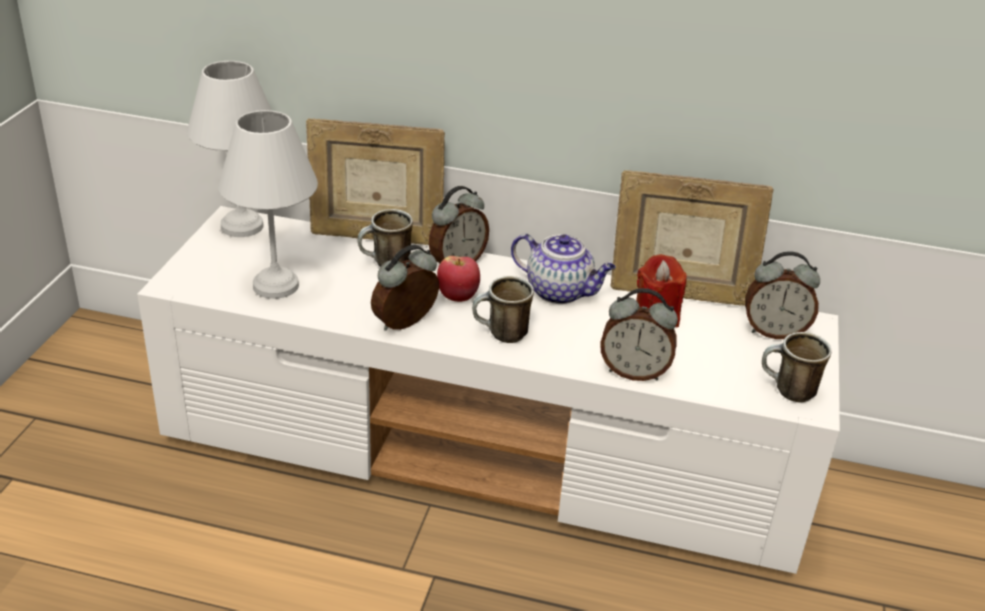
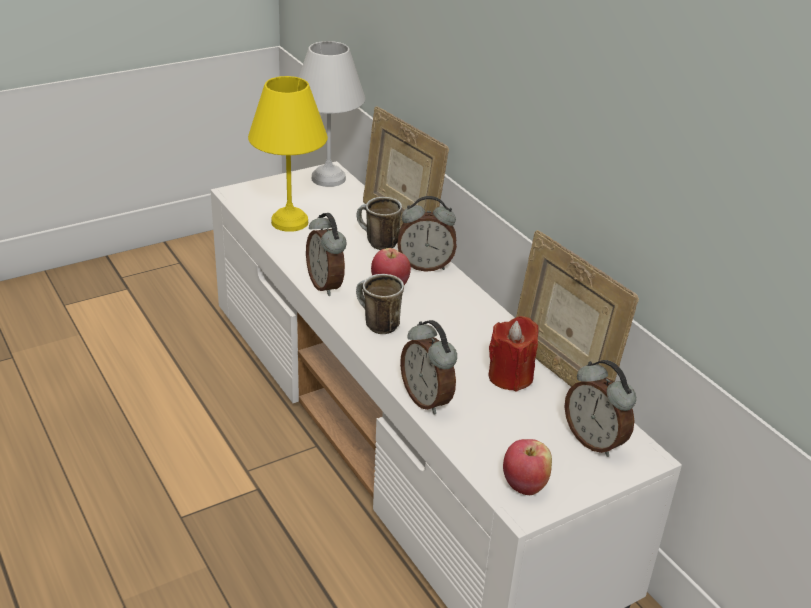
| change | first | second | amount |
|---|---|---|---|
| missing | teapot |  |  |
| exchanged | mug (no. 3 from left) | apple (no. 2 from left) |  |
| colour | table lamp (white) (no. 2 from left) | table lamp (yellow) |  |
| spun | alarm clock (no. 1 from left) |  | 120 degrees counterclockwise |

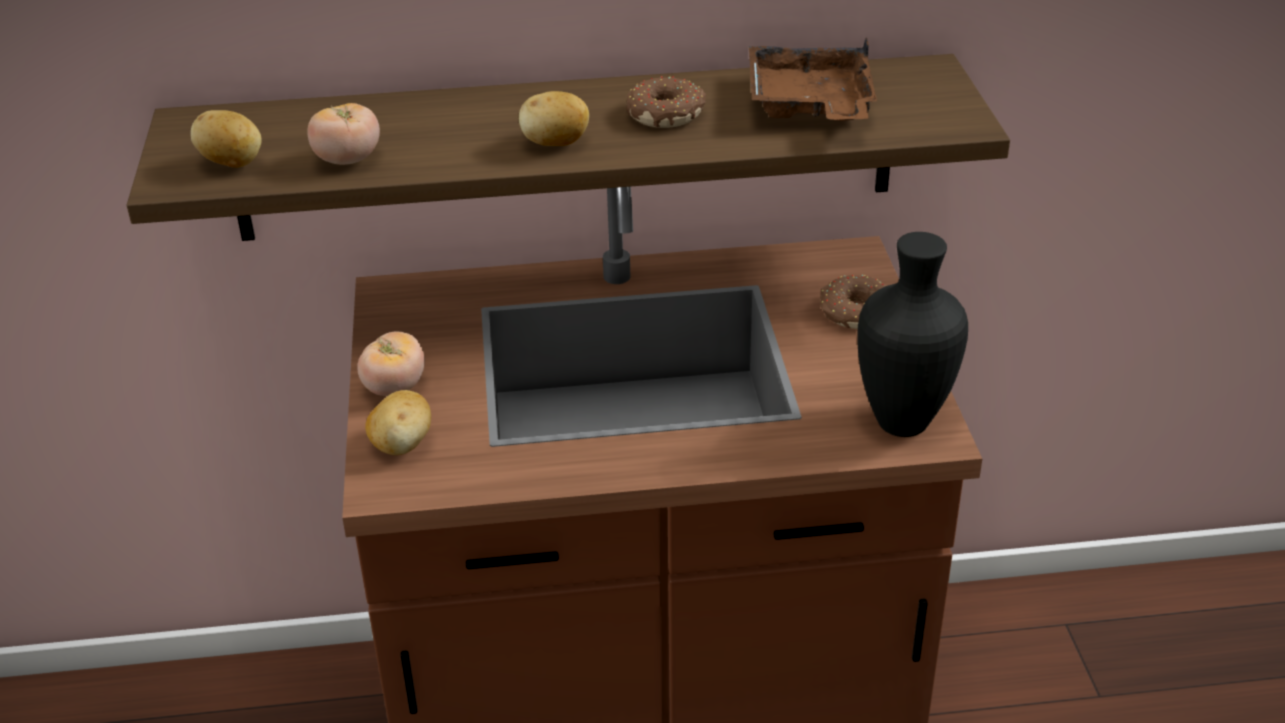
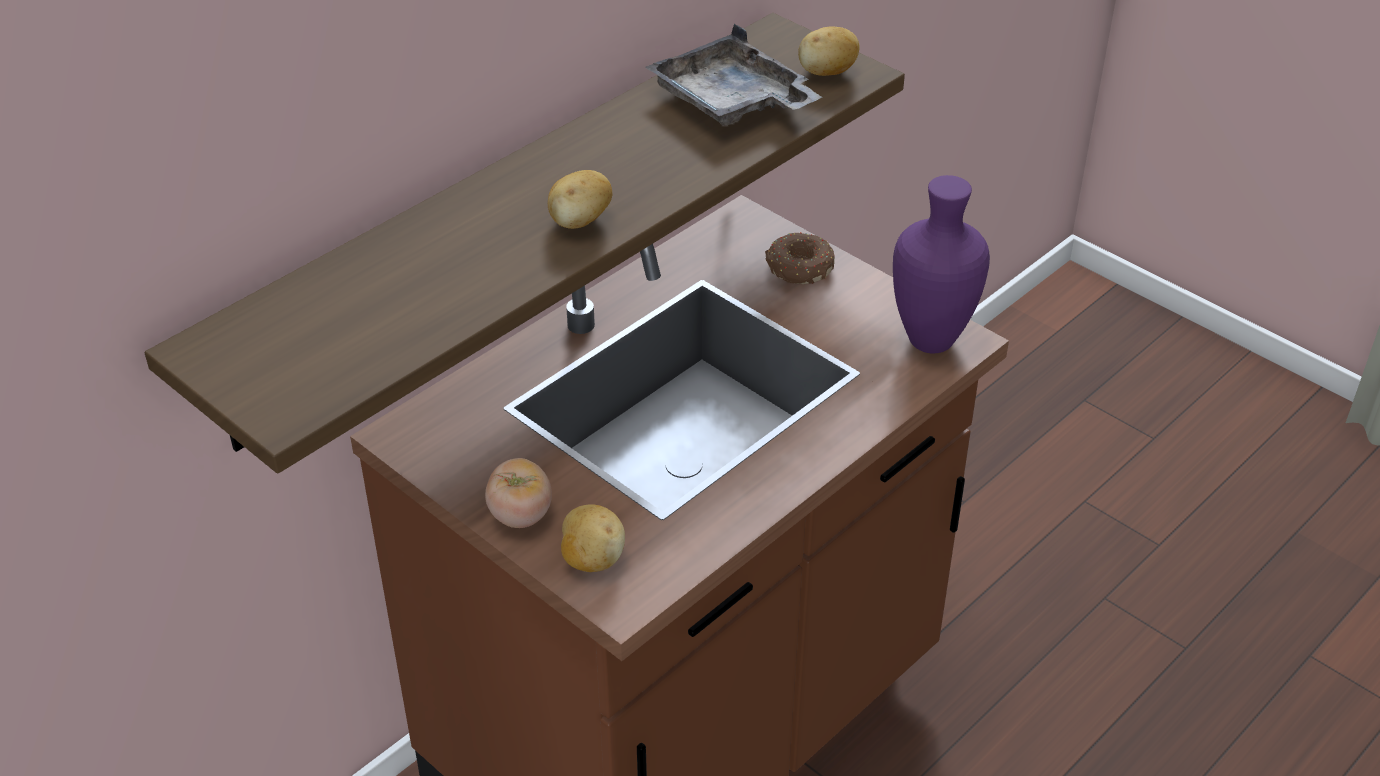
| change | first | second | amount |
|---|---|---|---|
| missing | tomato (no. 1 from left) |  |  |
| missing | donut (no. 1 from left) |  |  |
| relocated | potato (no. 1 from left in the first image) | potato (no. 3 from left) |  |
| colour | tray (brown) | tray (grey) |  |
| colour | vase (black) | vase (purple) |  |

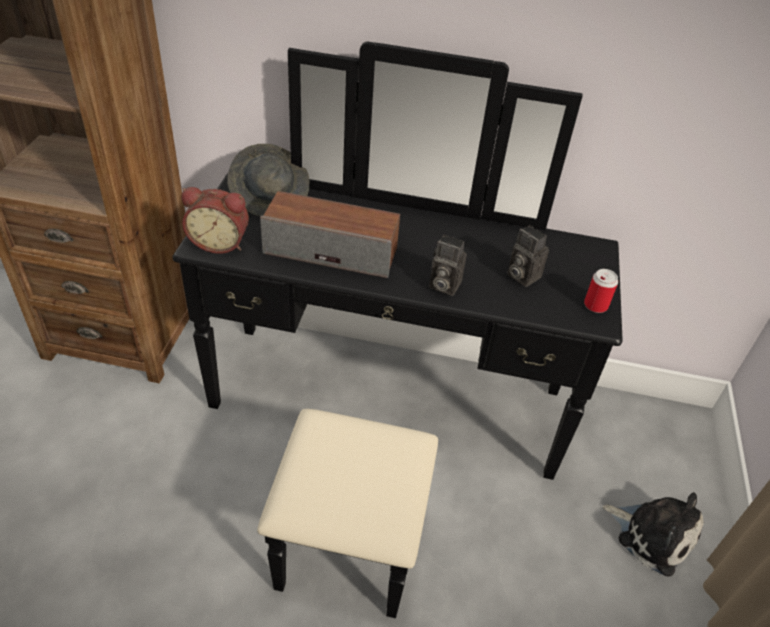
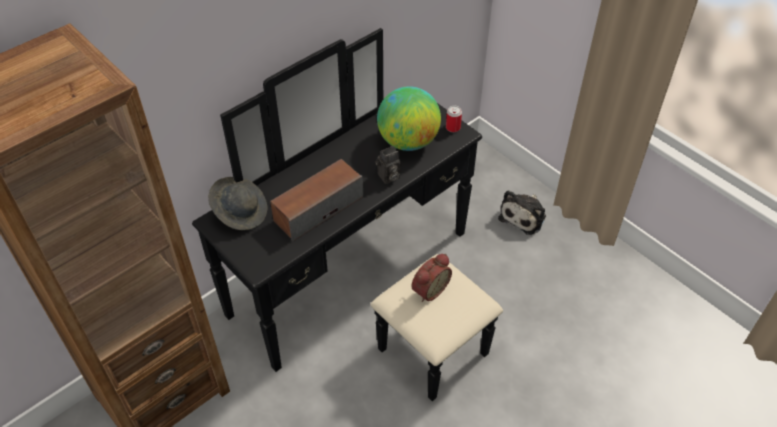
| change | first | second | amount |
|---|---|---|---|
| relocated | alarm clock |  |  |
| exchanged | photo camera (no. 2 from left) | globe |  |
| spun | plush toy |  | 135 degrees clockwise |

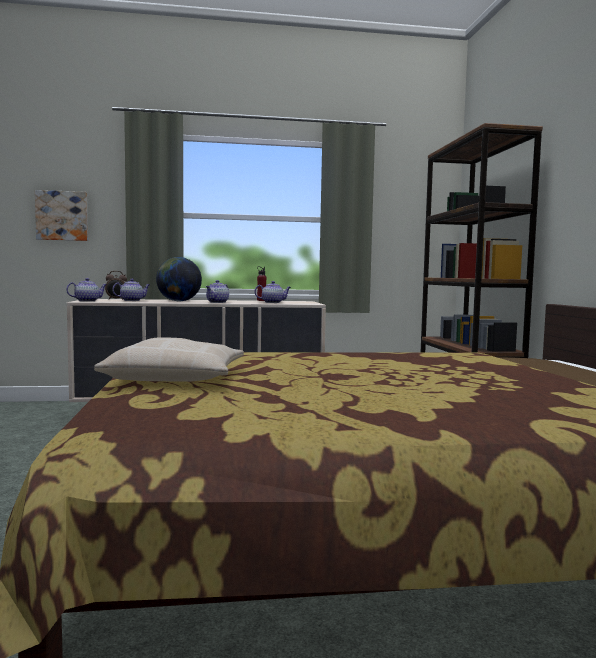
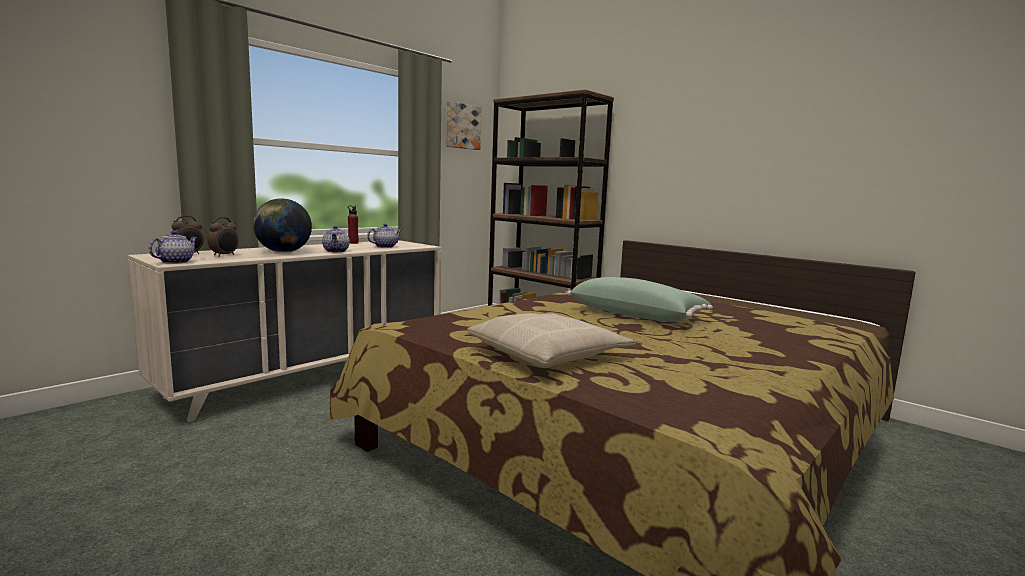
| change | first | second | amount |
|---|---|---|---|
| appeared |  | pillow (green) |  |
| relocated | picture |  |  |
| exchanged | teapot (no. 2 from left) | alarm clock (no. 2 from left) |  |

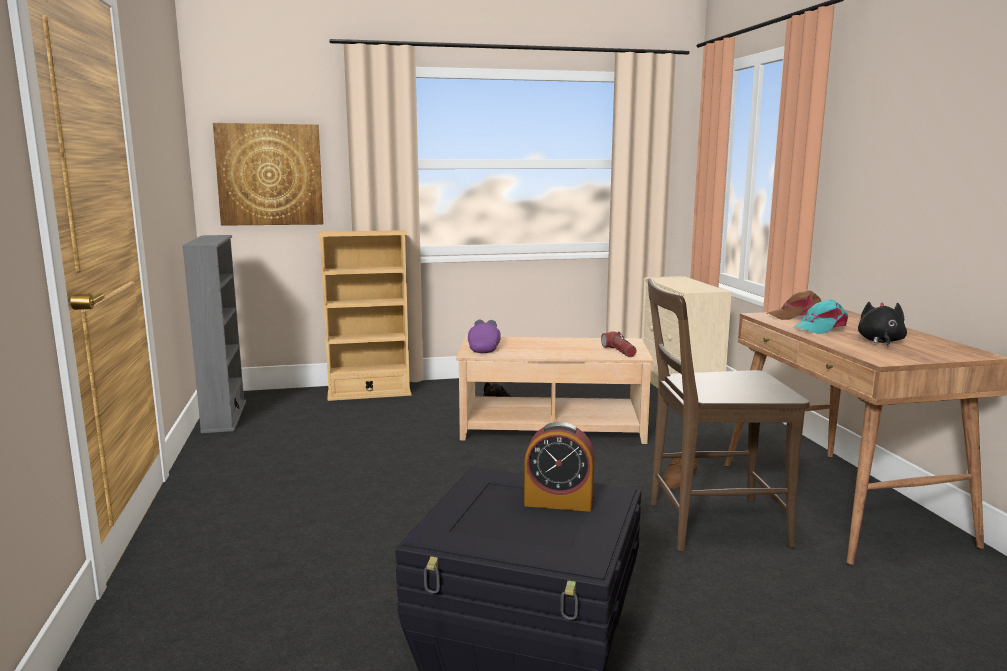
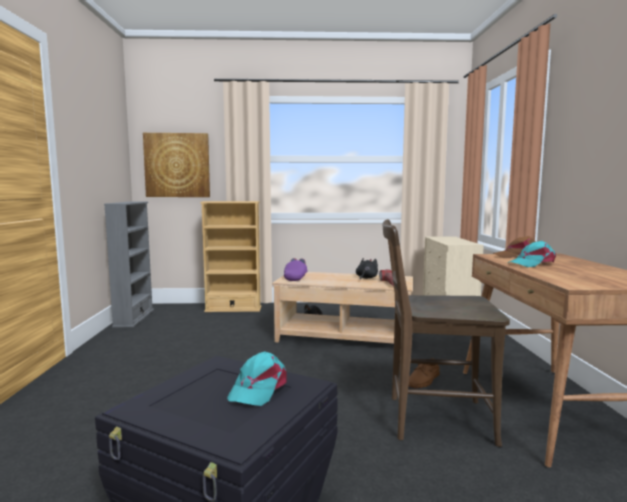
| change | first | second | amount |
|---|---|---|---|
| relocated | plush toy (black) (no. 2 from left) |  |  |
| exchanged | alarm clock | cap (turquoise) (no. 1 from left) |  |

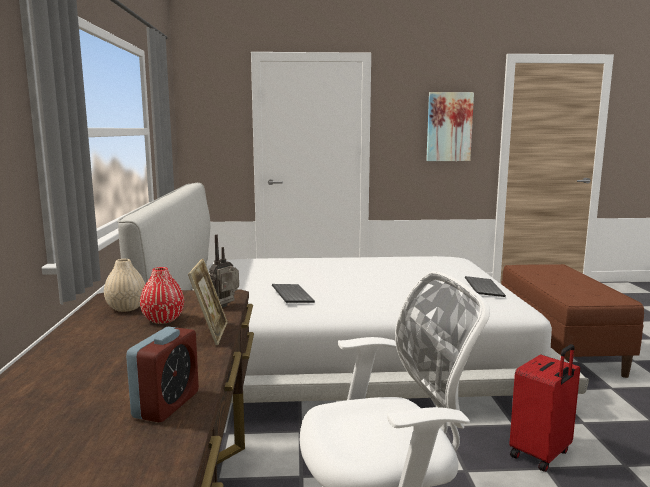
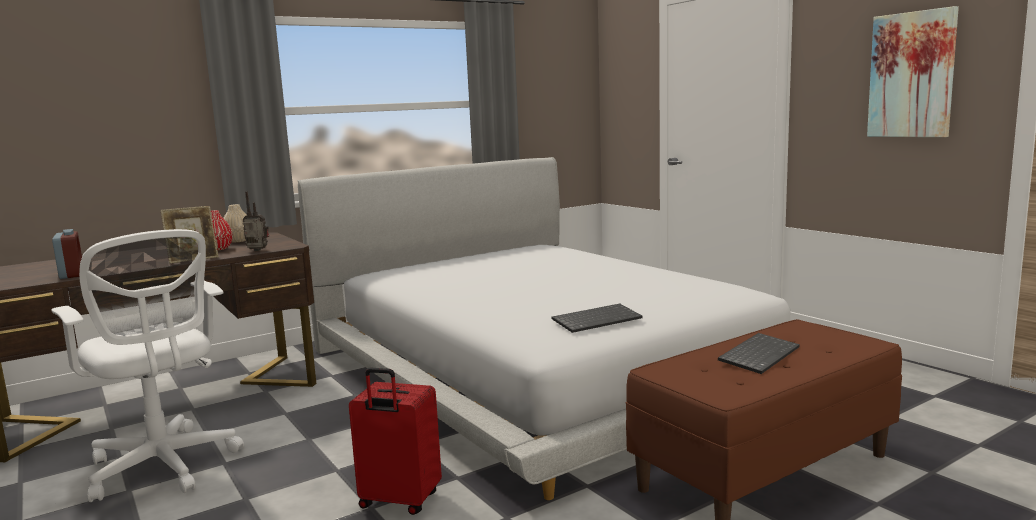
| change | first | second | amount |
|---|---|---|---|
| relocated | keyboard (no. 1 from left in the first image) | keyboard (no. 2 from left) |  |
| spun | alarm clock |  | 105 degrees counterclockwise |

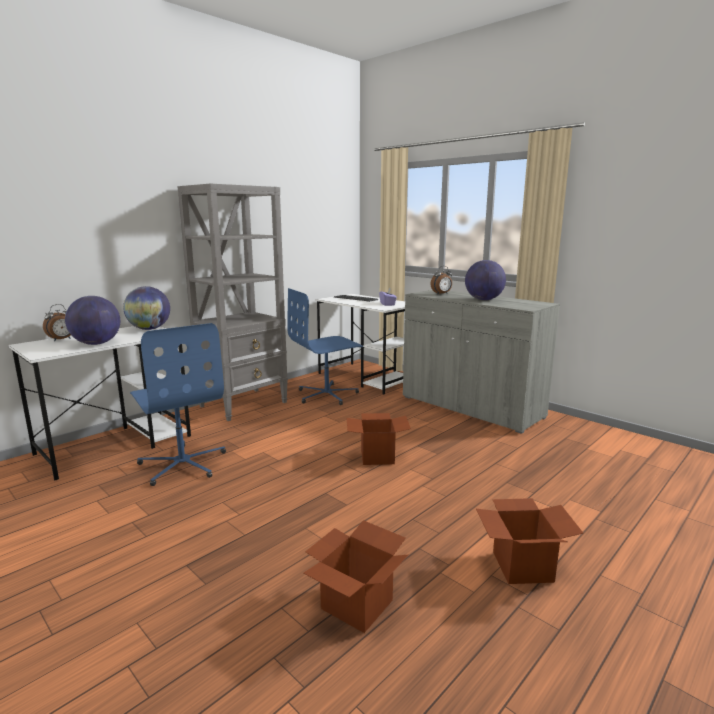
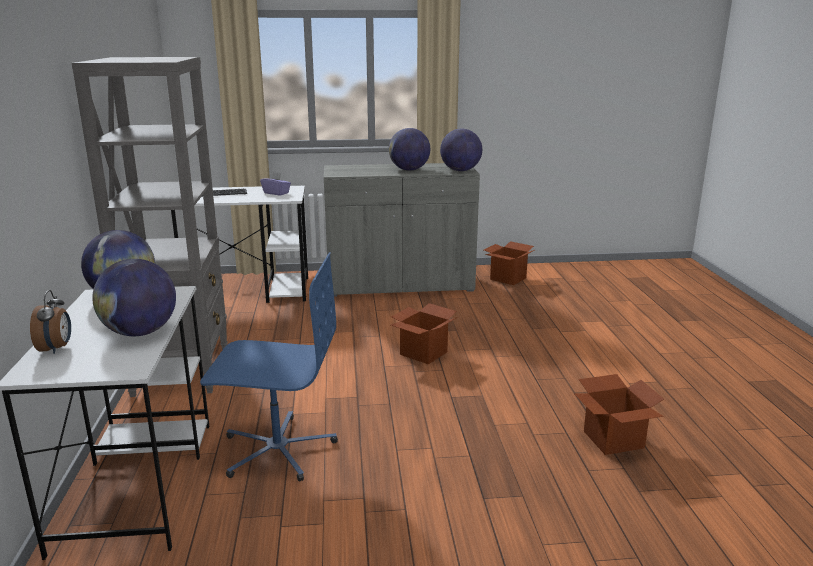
| change | first | second | amount |
|---|---|---|---|
| missing | office chair (blue) (no. 2 from left) |  |  |
| missing | alarm clock (no. 2 from left) |  |  |
| appeared |  | globe (no. 4 from left) |  |
| relocated | cardboard box (no. 3 from left in the first image) | cardboard box (no. 2 from left) |  |

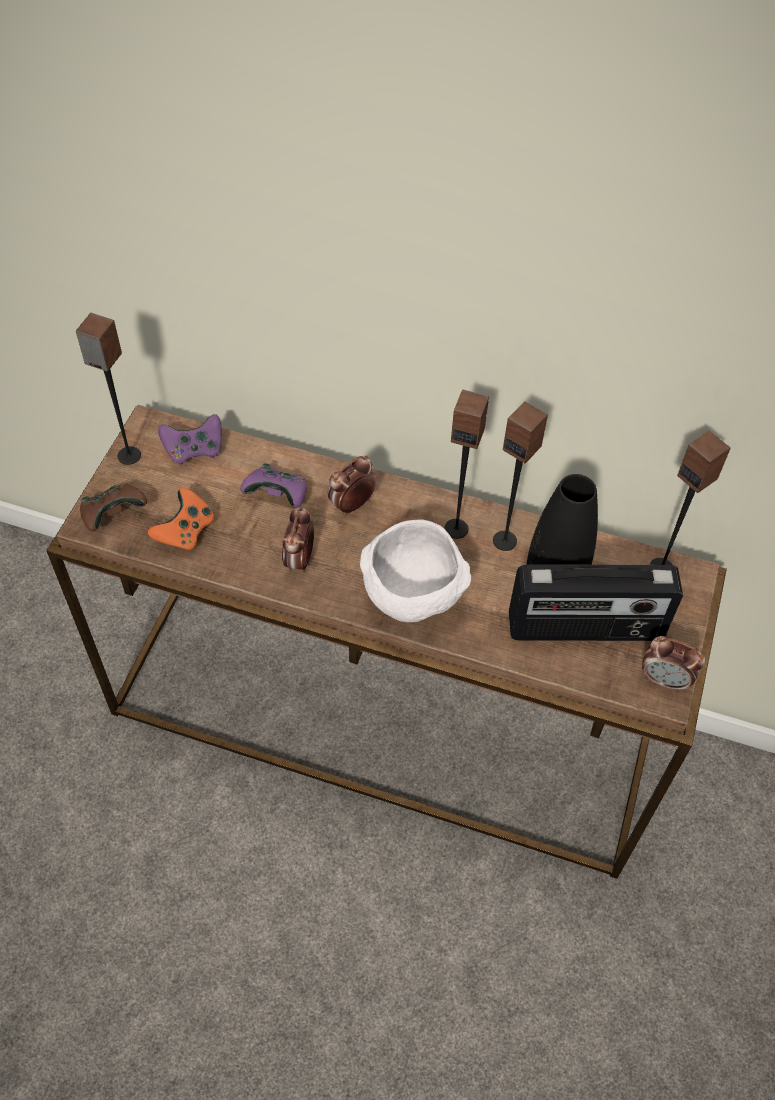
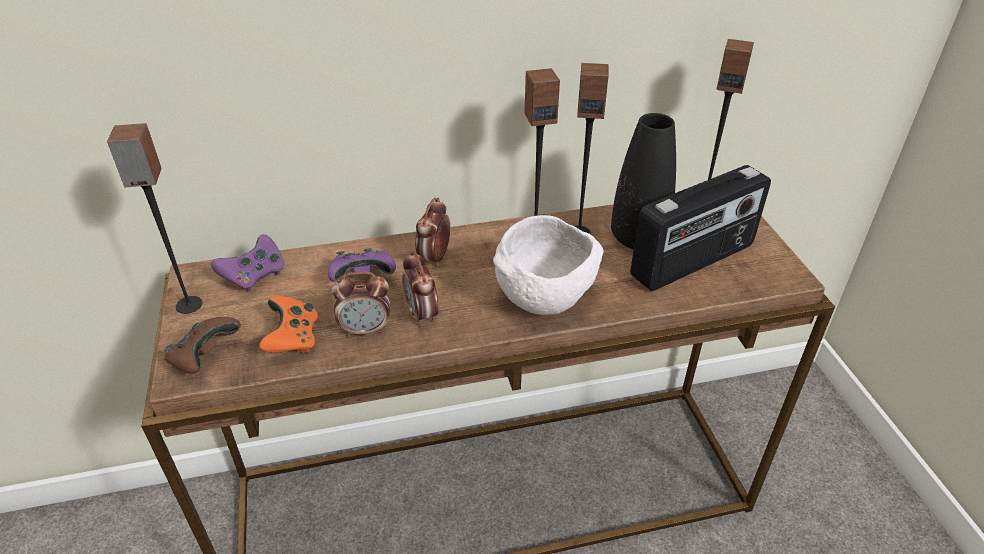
| change | first | second | amount |
|---|---|---|---|
| relocated | alarm clock (no. 3 from left in the first image) | alarm clock (no. 1 from left) |  |

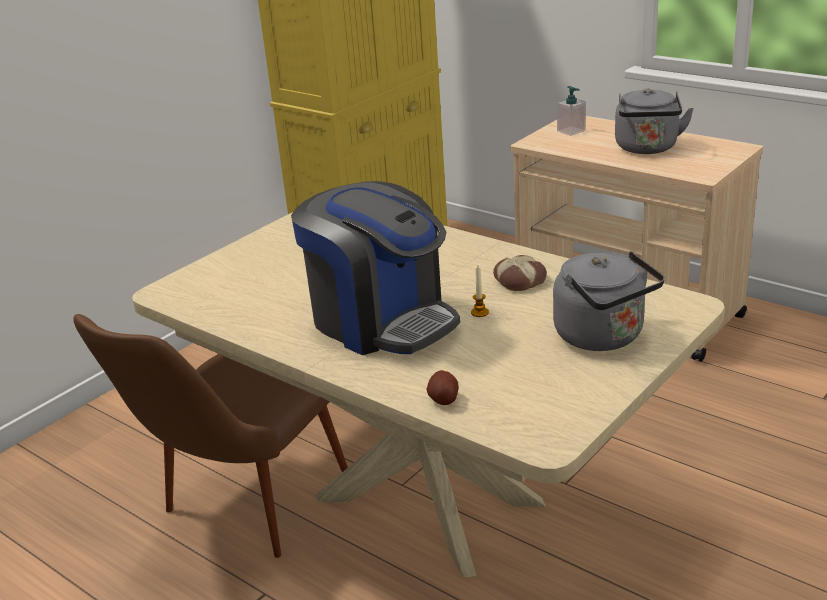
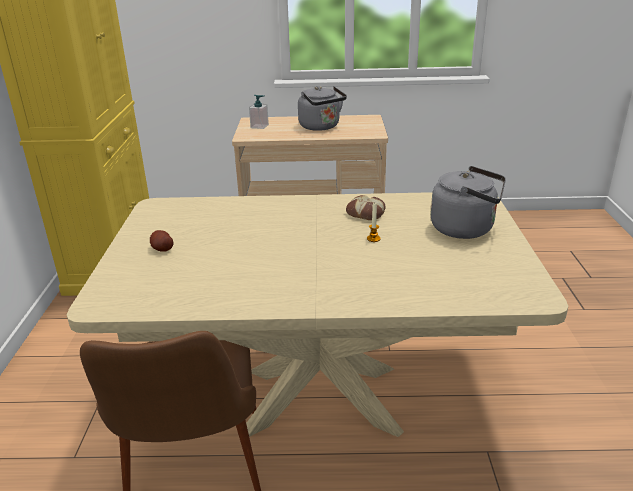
| change | first | second | amount |
|---|---|---|---|
| missing | coffee machine |  |  |
| relocated | potato |  |  |

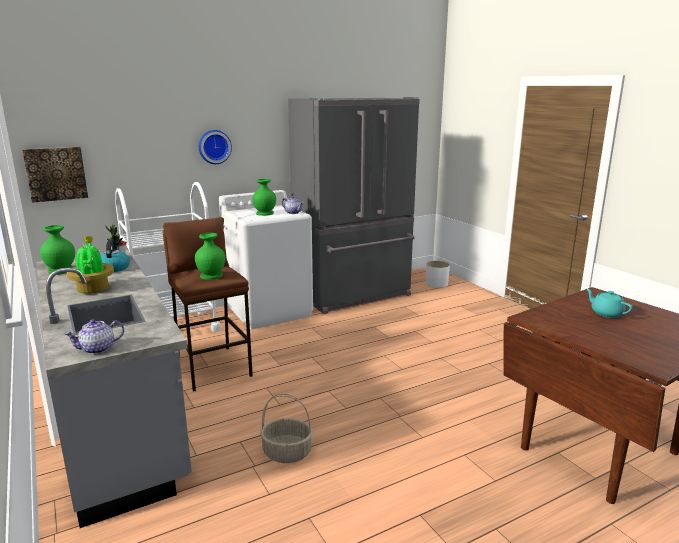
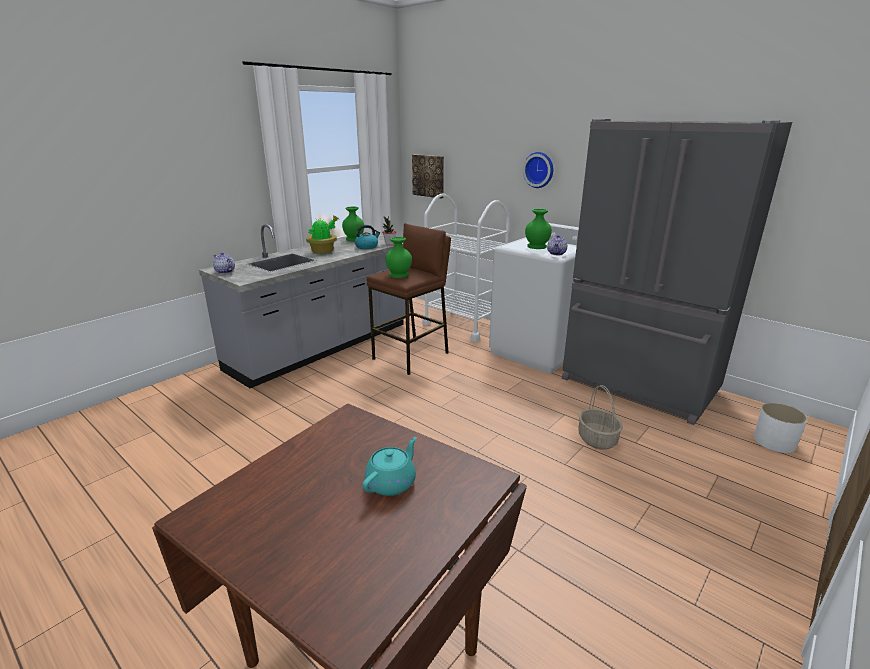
| change | first | second | amount |
|---|---|---|---|
| relocated | basket |  |  |

